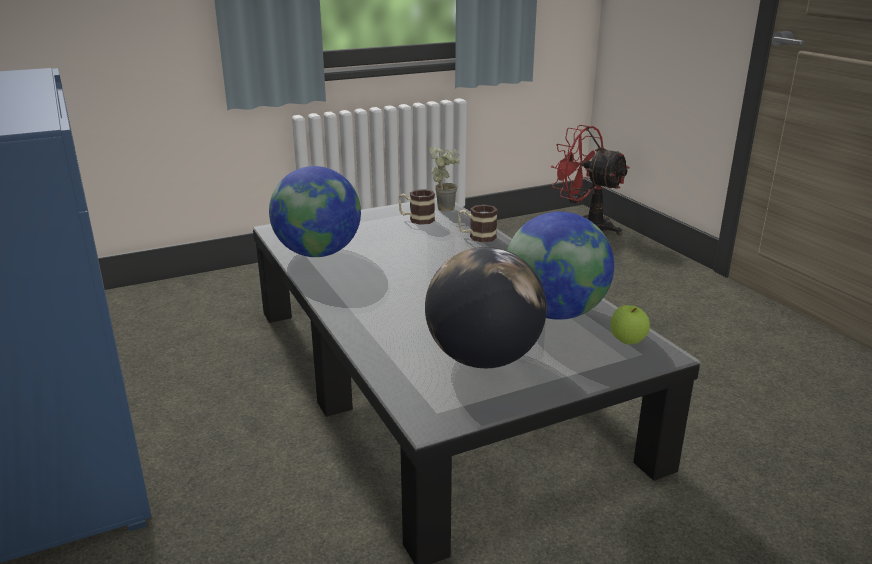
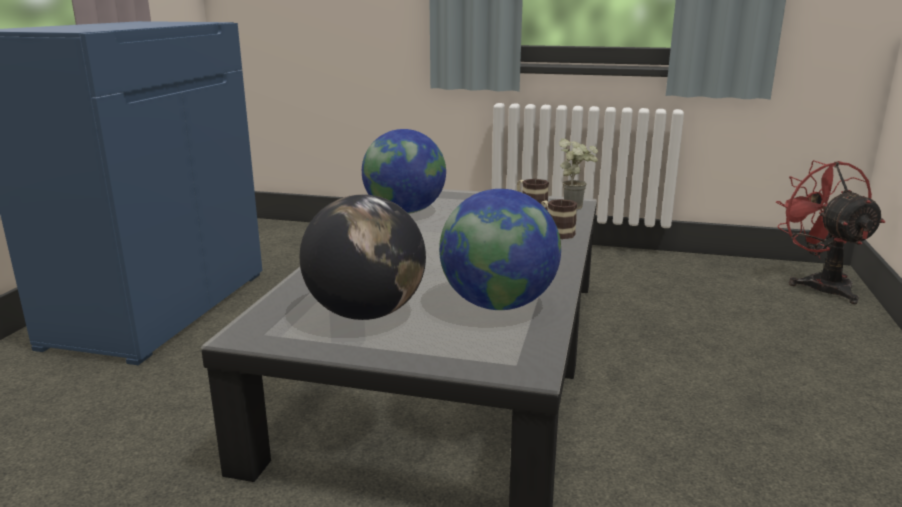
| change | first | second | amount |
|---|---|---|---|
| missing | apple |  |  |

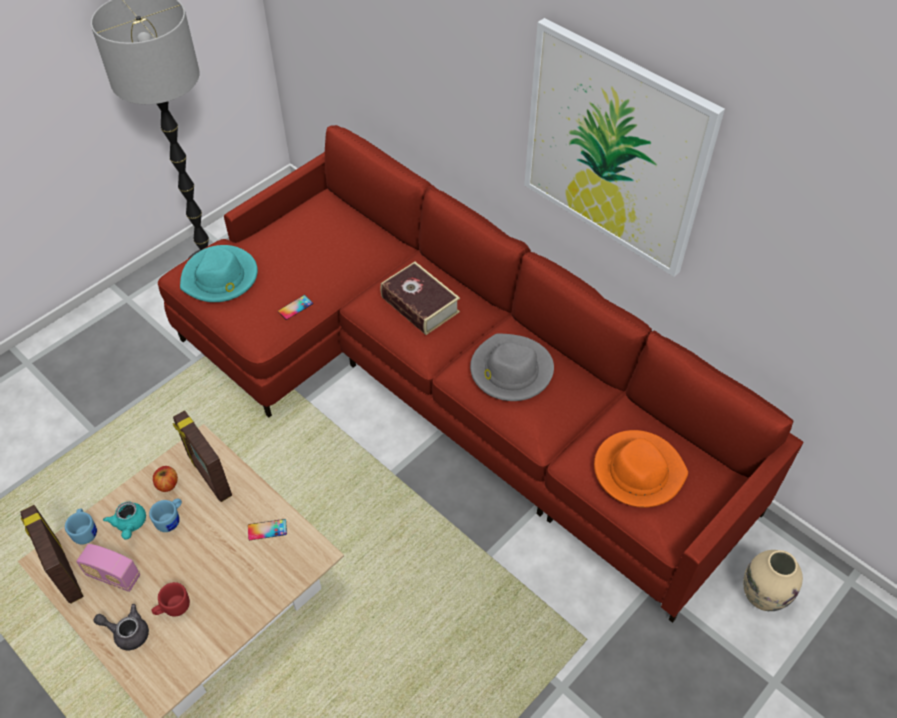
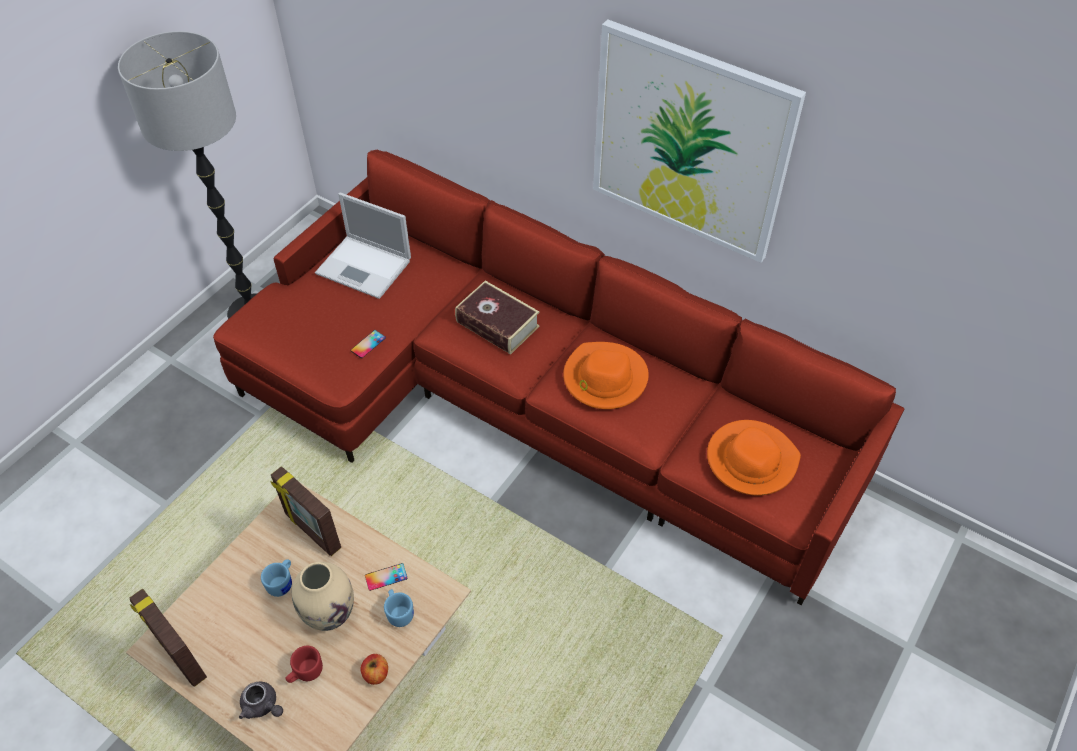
| change | first | second | amount |
|---|---|---|---|
| missing | radio |  |  |
| missing | teapot (turquoise) |  |  |
| missing | hat (turquoise) |  |  |
| appeared |  | laptop |  |
| relocated | mug (blue) (no. 1 from left in the first image) | mug (blue) (no. 2 from left) |  |
| relocated | apple |  |  |
| relocated | vase (beige) |  |  |
| colour | hat (grey) | hat (orange) (no. 1 from left) |  |
| spun | teapot (grey) |  | 150 degrees counterclockwise |

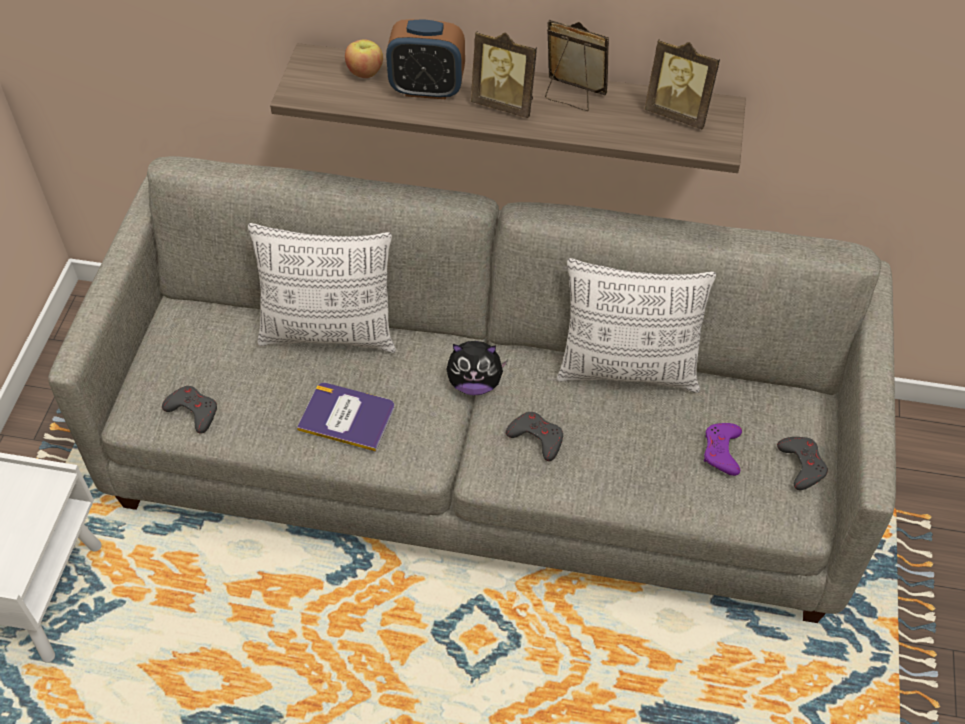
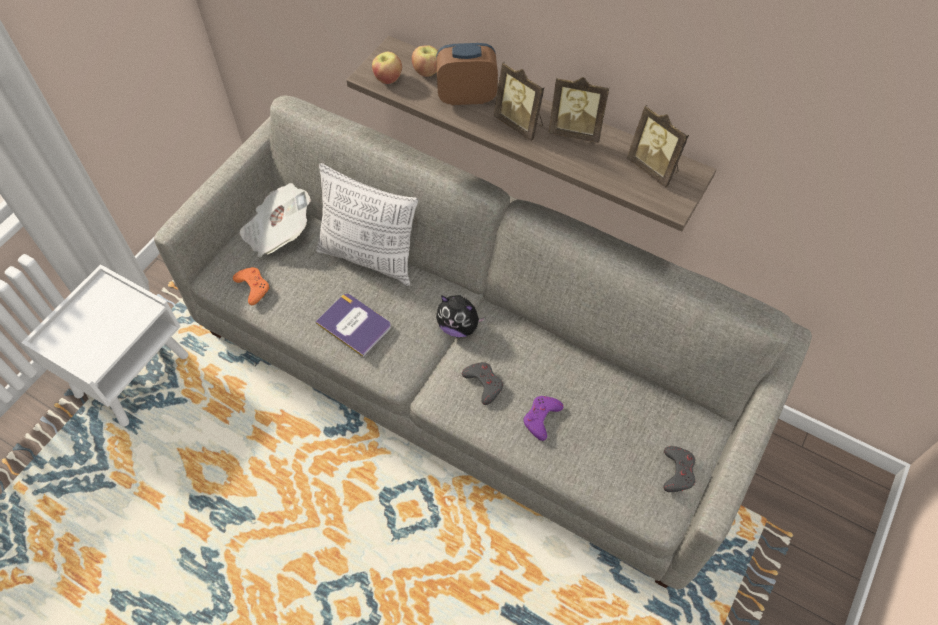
| change | first | second | amount |
|---|---|---|---|
| missing | pillow (no. 2 from left) |  |  |
| appeared |  | newspaper |  |
| appeared |  | apple (no. 1 from left) |  |
| relocated | game controller (purple) |  |  |
| colour | game controller (grey) (no. 1 from left) | game controller (orange) |  |
| spun | alarm clock |  | 150 degrees clockwise |
| spun | picture frame (no. 2 from left) |  | 150 degrees clockwise |

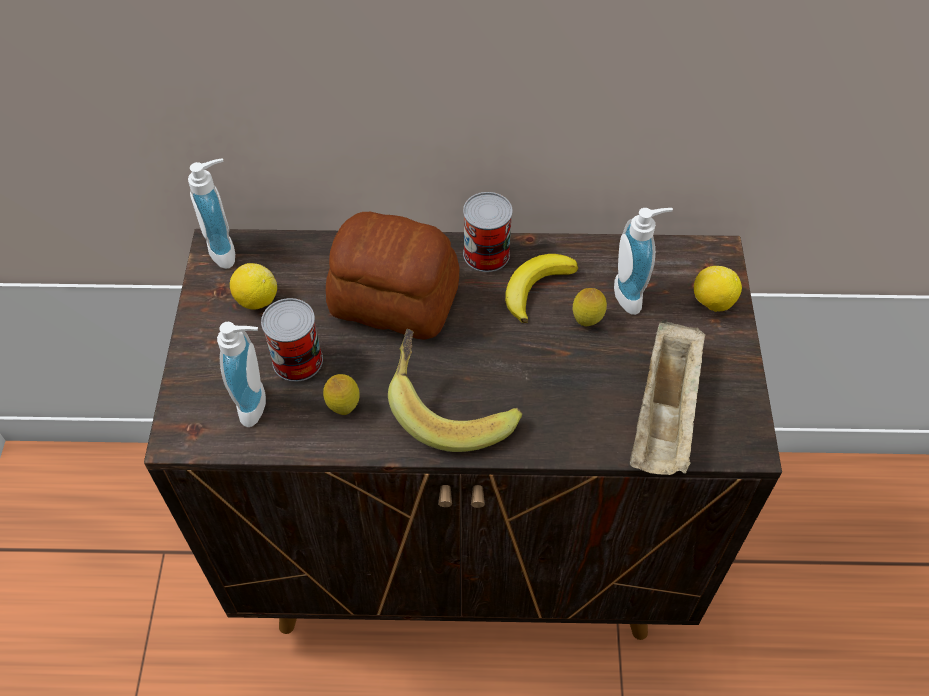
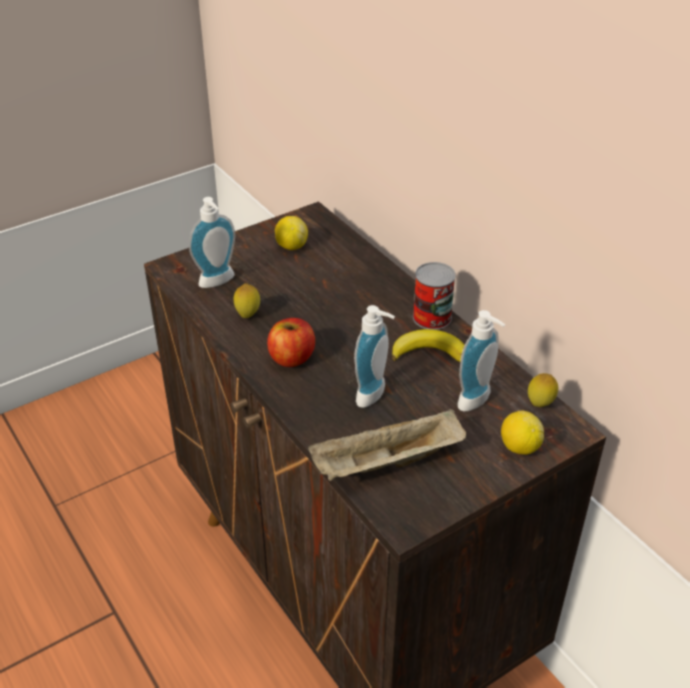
| change | first | second | amount |
|---|---|---|---|
| missing | can (no. 1 from left) |  |  |
| missing | bread |  |  |
| relocated | soap dispenser (no. 1 from left in the first image) | soap dispenser (no. 2 from left) |  |
| relocated | lemon (no. 3 from left in the first image) | lemon (no. 4 from left) |  |
| exchanged | banana (no. 1 from left) | apple |  |

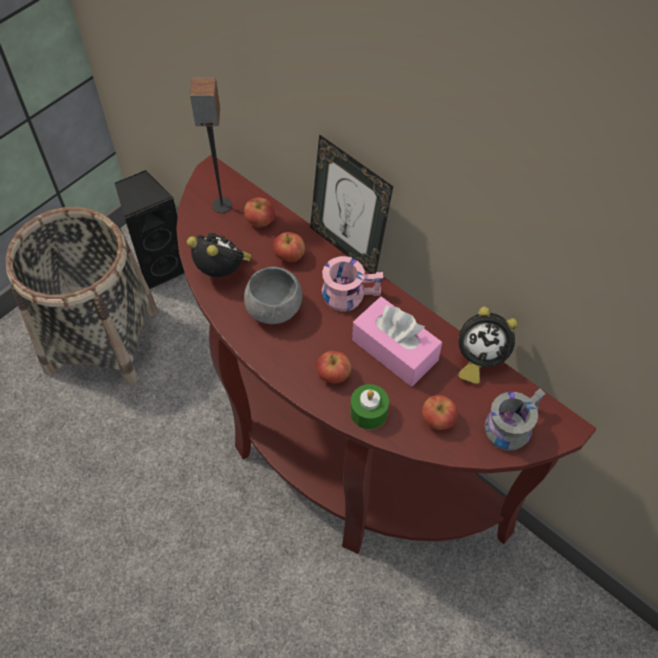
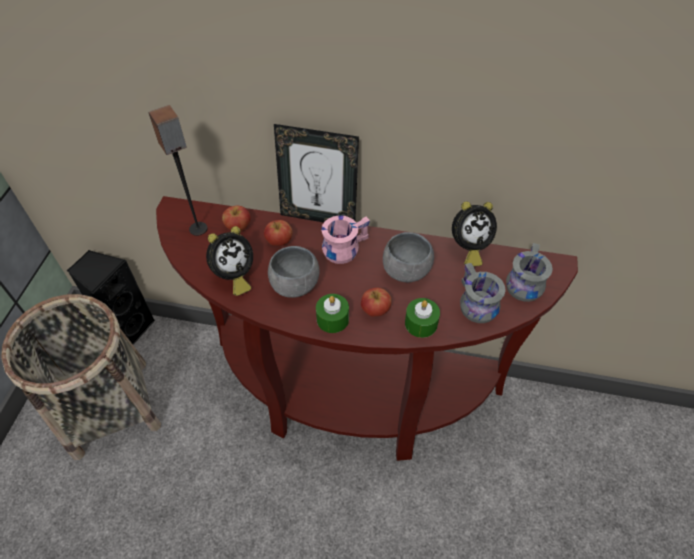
| change | first | second | amount |
|---|---|---|---|
| appeared |  | candle (green) (no. 1 from left) |  |
| exchanged | tissue box (pink) | bowl (grey) (no. 2 from left) |  |
| exchanged | apple (no. 4 from left) | mug (grey) (no. 1 from left) |  |
| spun | alarm clock (no. 1 from left) |  | 135 degrees clockwise |

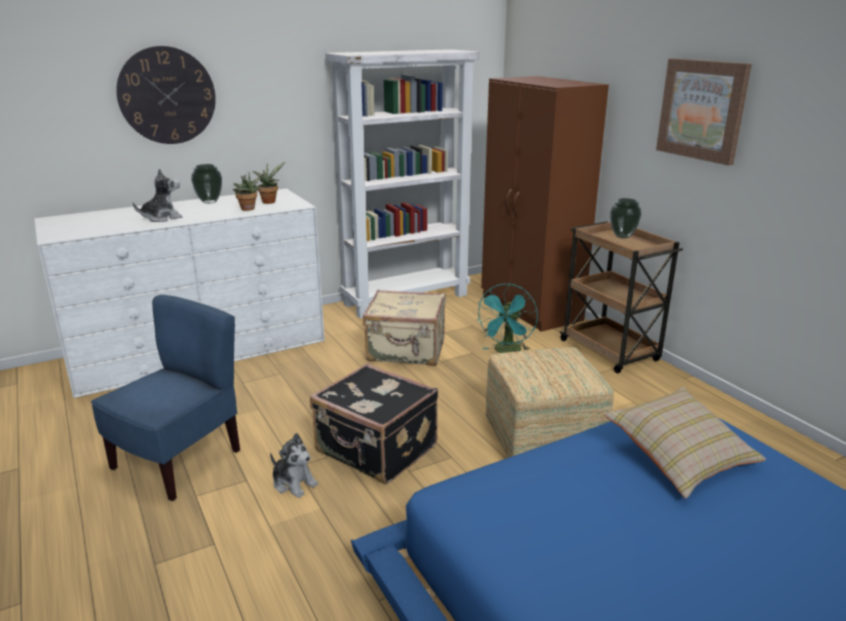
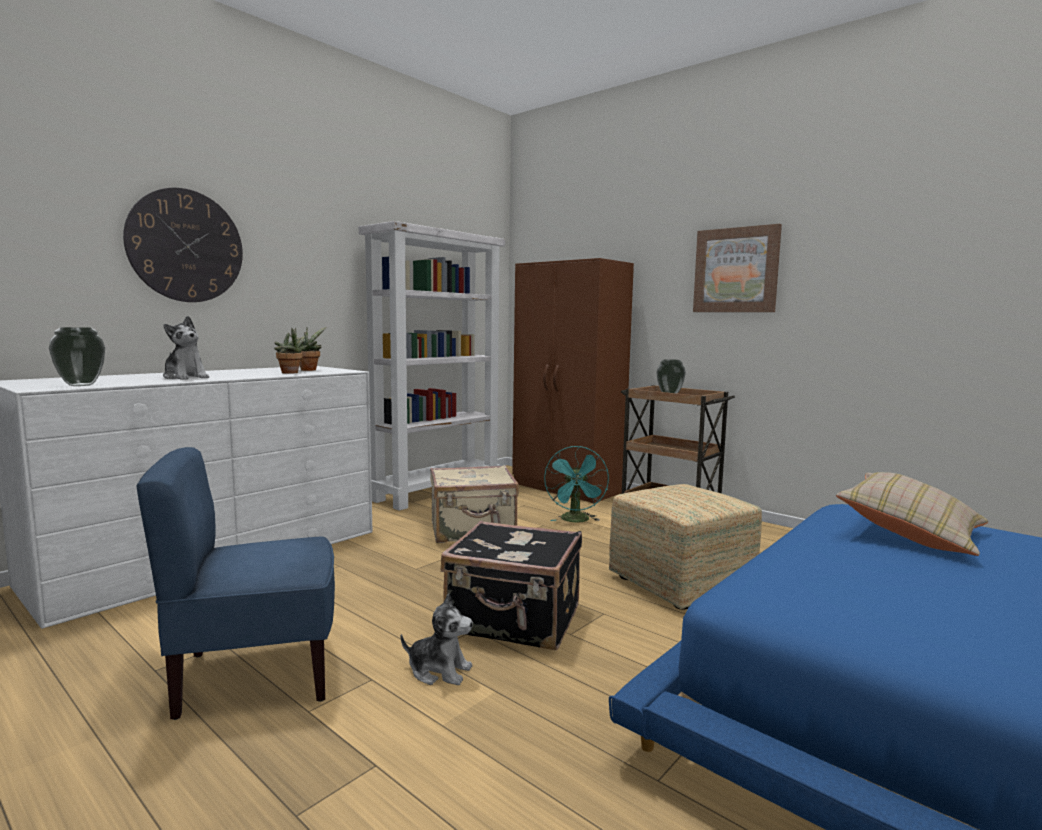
| change | first | second | amount |
|---|---|---|---|
| relocated | vase (no. 1 from left) |  |  |
| spun | chair (blue) |  | 120 degrees counterclockwise |
| spun | plush toy (no. 1 from left) |  | 90 degrees clockwise |

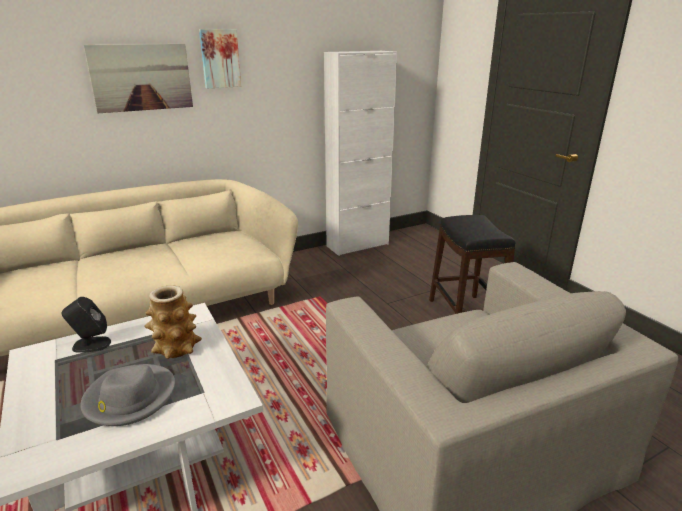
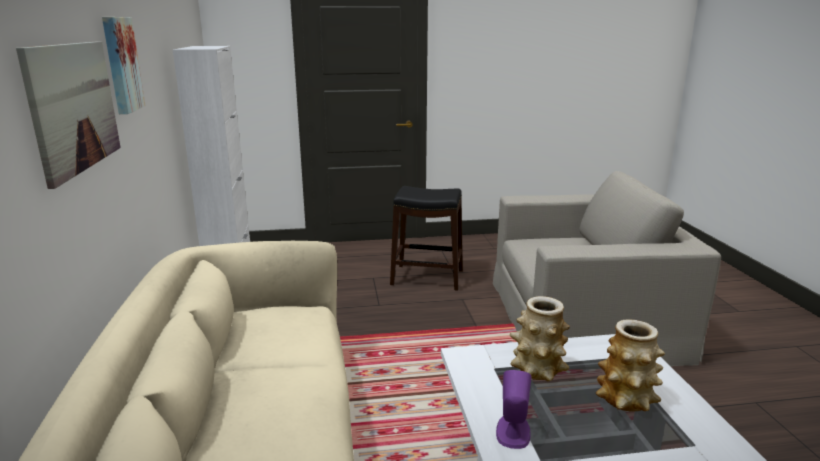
| change | first | second | amount |
|---|---|---|---|
| exchanged | hat (grey) | vase (no. 2 from left) |  |
| colour | speaker (black) | speaker (purple) |  |

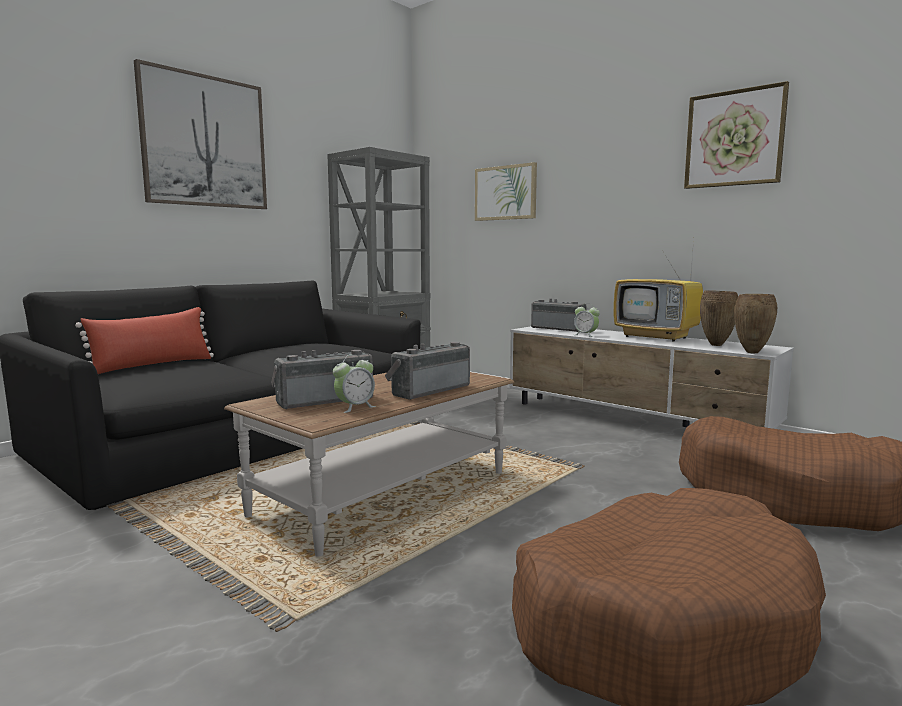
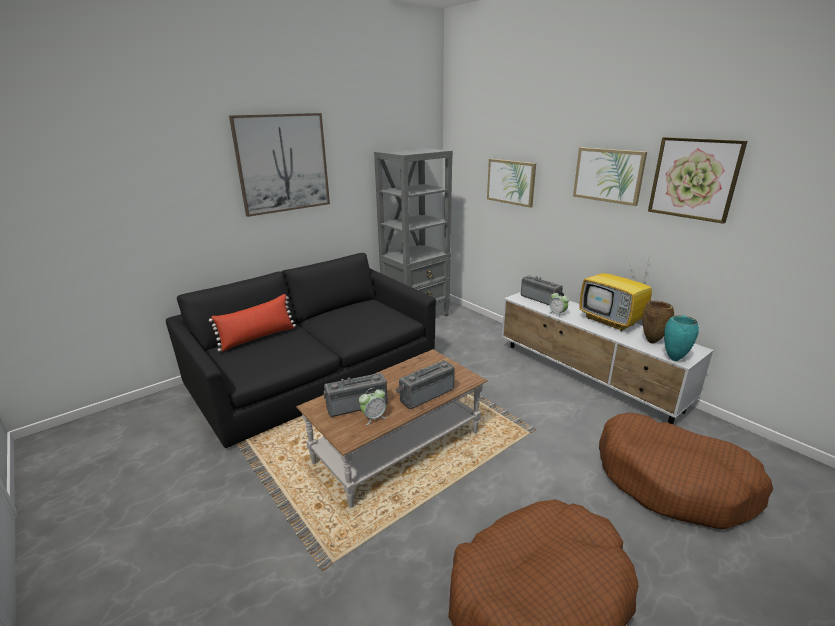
| change | first | second | amount |
|---|---|---|---|
| appeared |  | picture (no. 3 from left) |  |
| colour | vase (brown) (no. 2 from left) | vase (turquoise) |  |

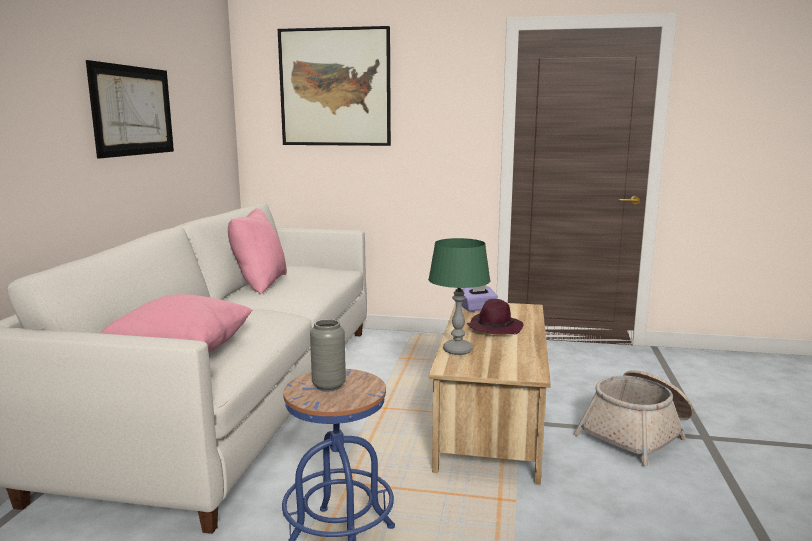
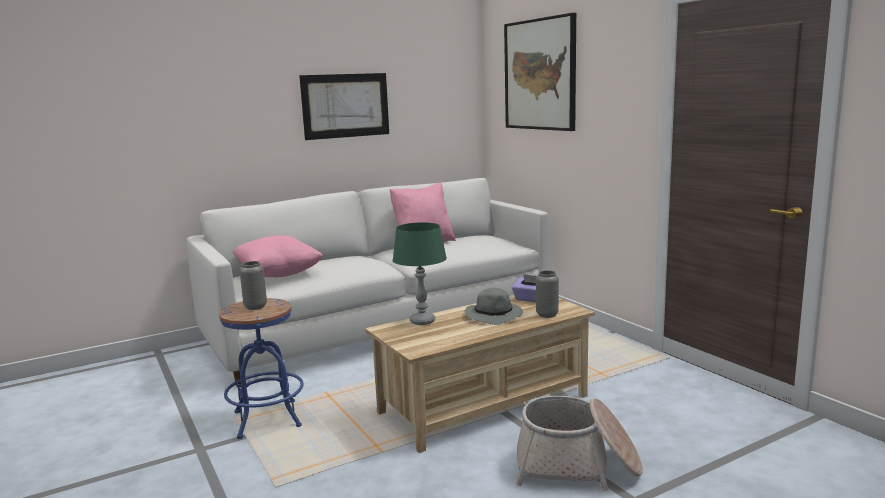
| change | first | second | amount |
|---|---|---|---|
| appeared |  | vase (grey) (no. 2 from left) |  |
| colour | hat (purple) | hat (grey) |  |

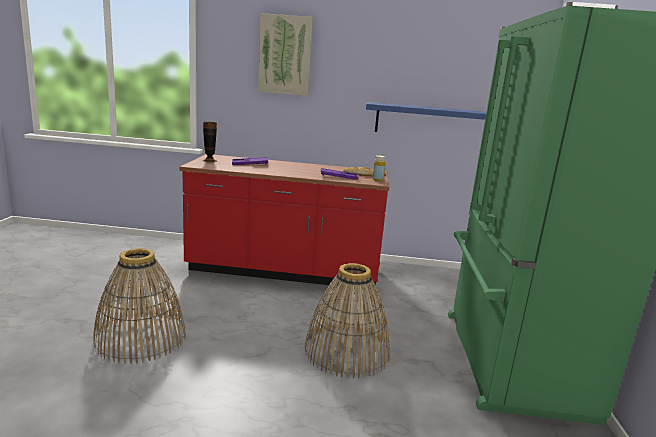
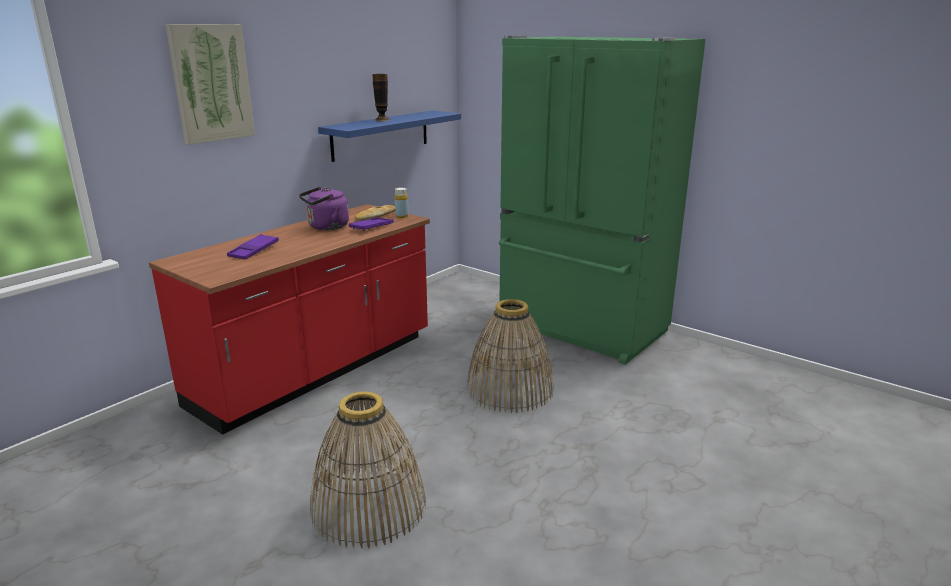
| change | first | second | amount |
|---|---|---|---|
| appeared |  | kettle (purple) |  |
| relocated | vase |  |  |

